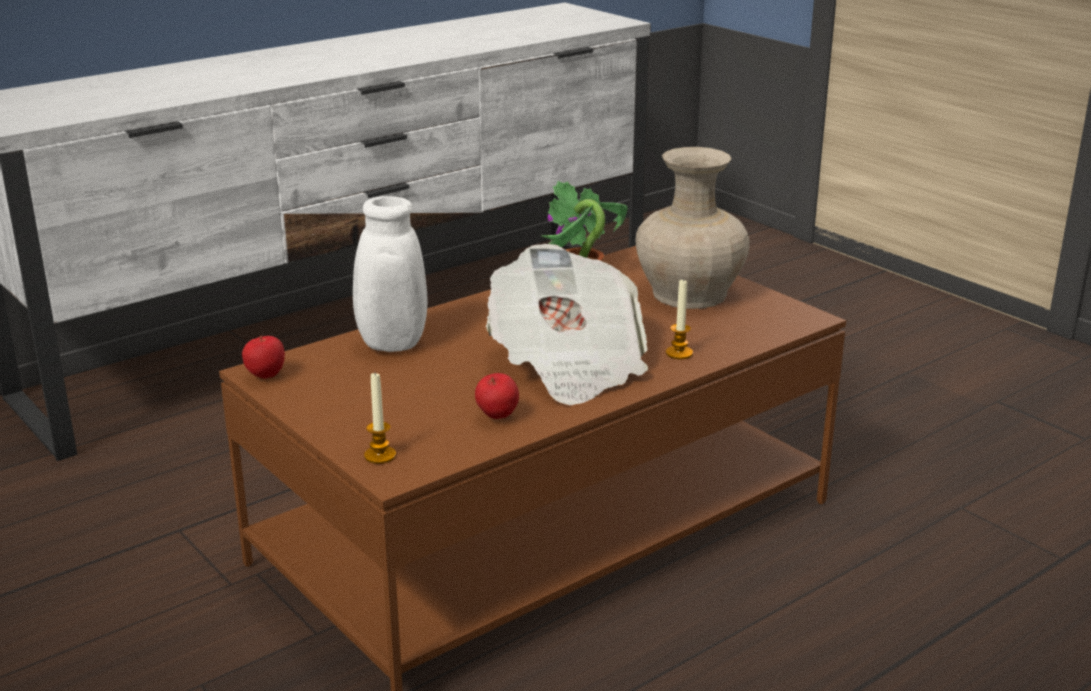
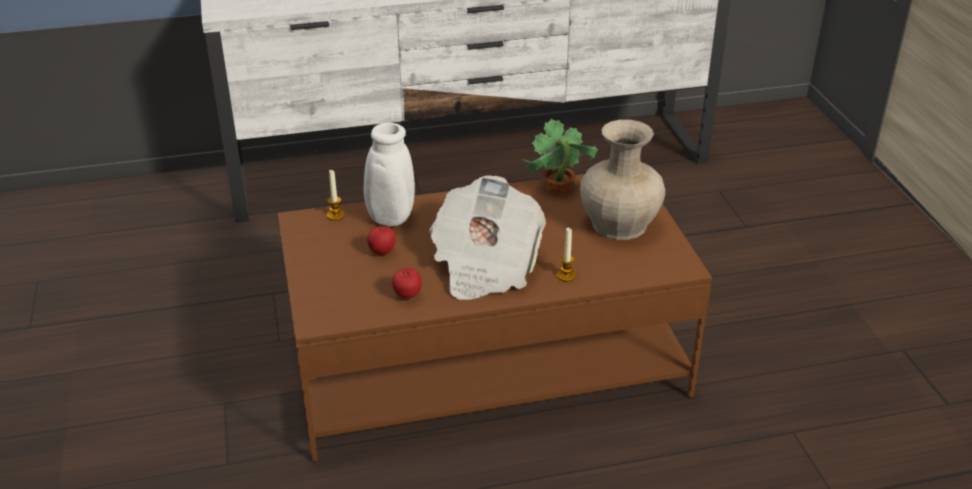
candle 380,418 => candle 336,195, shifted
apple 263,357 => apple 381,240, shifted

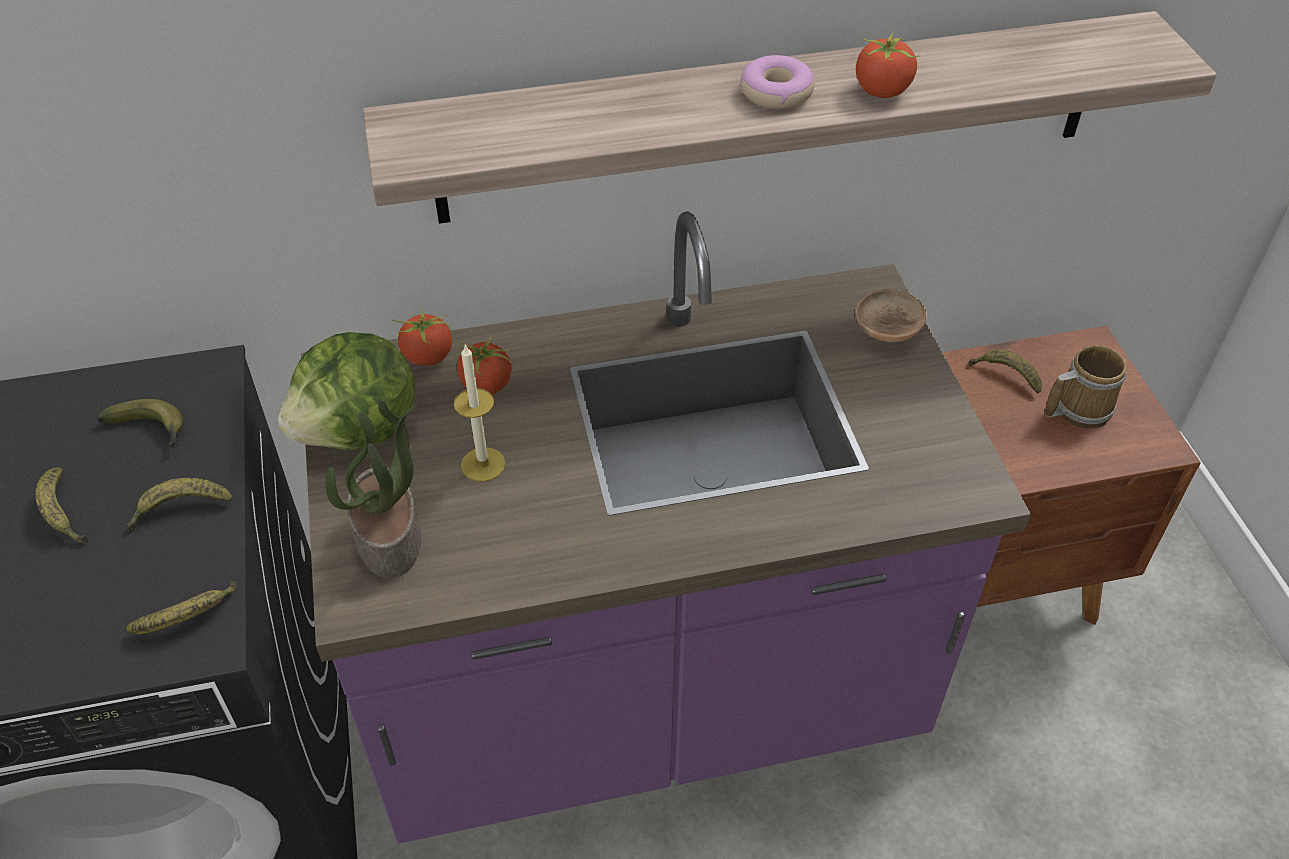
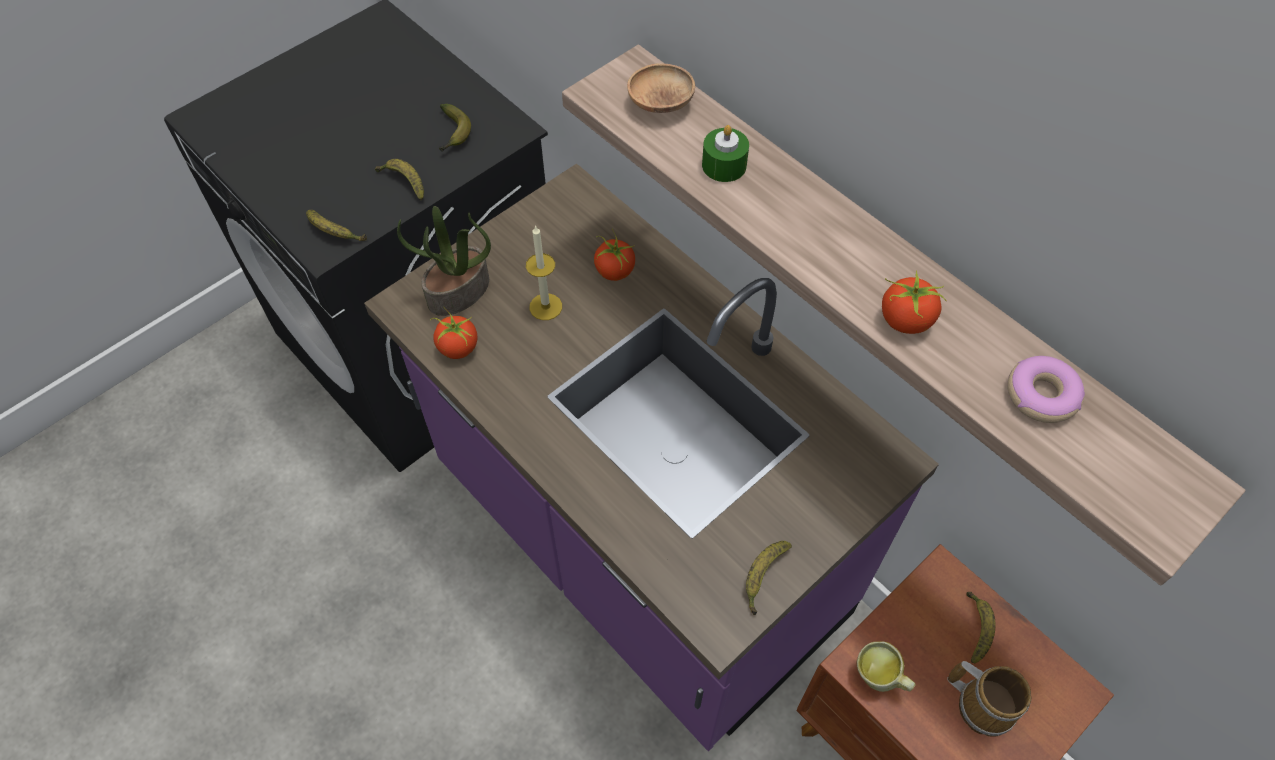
tomato 421,337 => tomato 453,333, shifted
brown bowl 891,315 => brown bowl 661,88, shifted
nothing => green candle 725,153
banana 61,506 => banana 769,578, shifted
nothing => mug 886,666
donut 777,82 => donut 1046,389, shifted
lettuce 346,391 => nothing

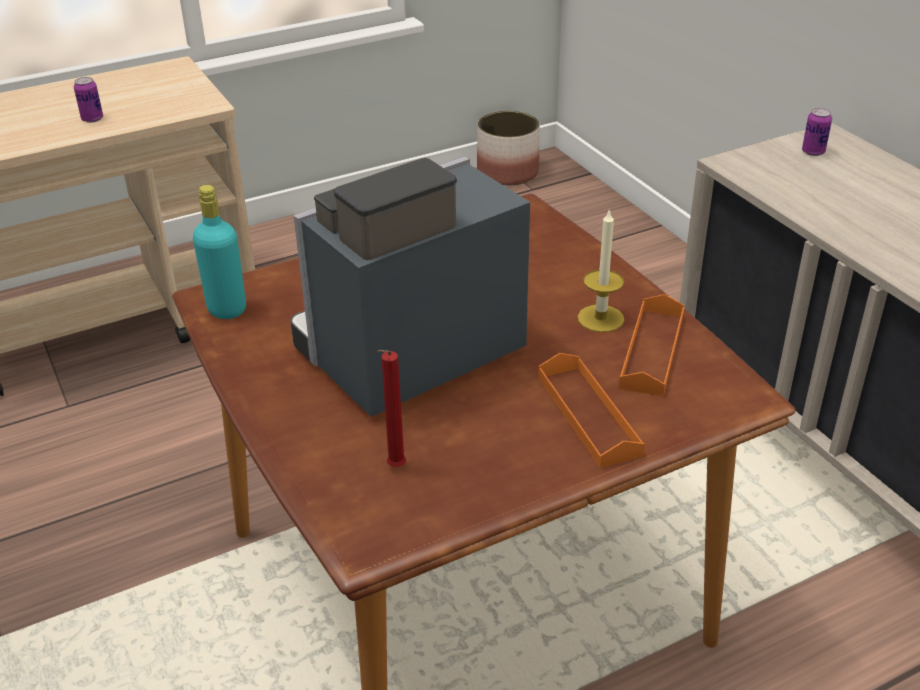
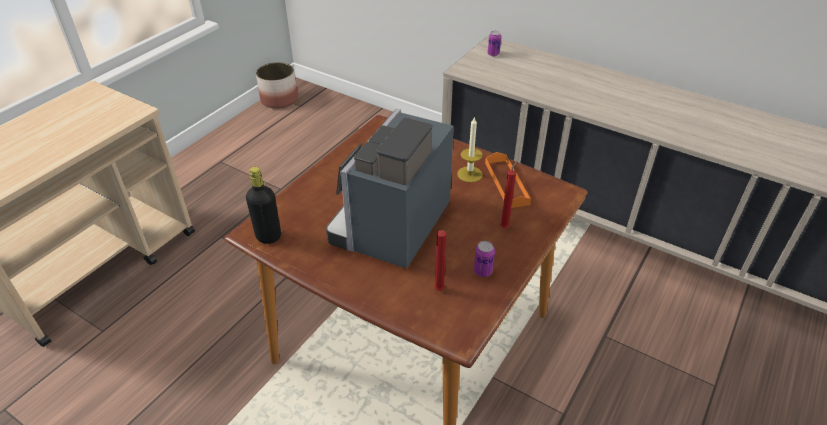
turquoise bottle 219,252 => black bottle 263,205
can 88,100 => can 484,259, shifted
orange tray 591,410 => red candle 508,194

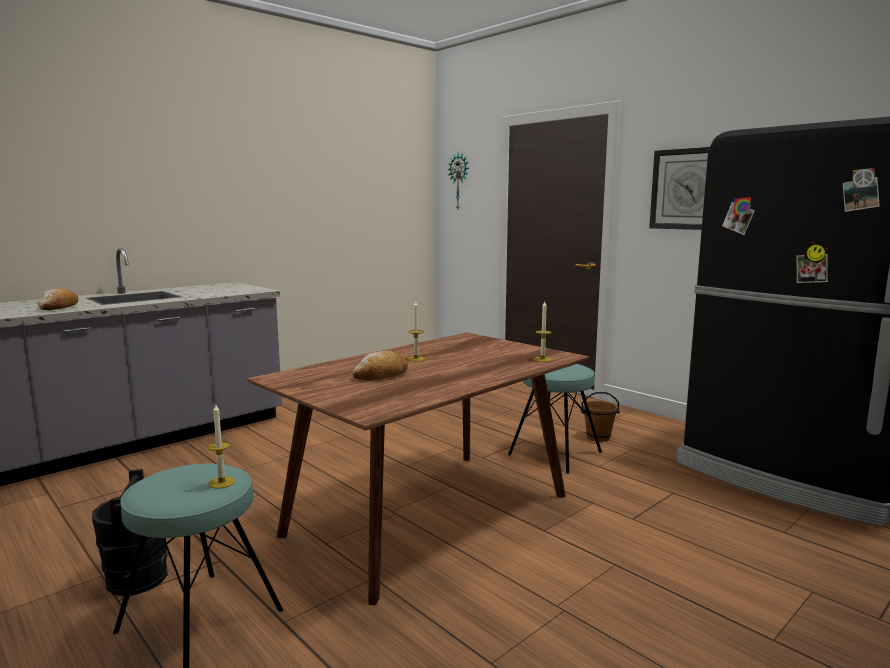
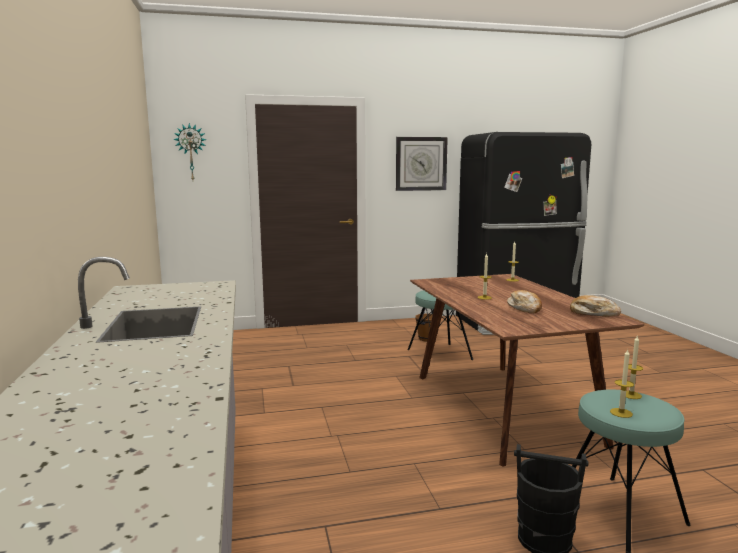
bread 58,299 => bread 595,306, shifted
nothing => candle 622,384

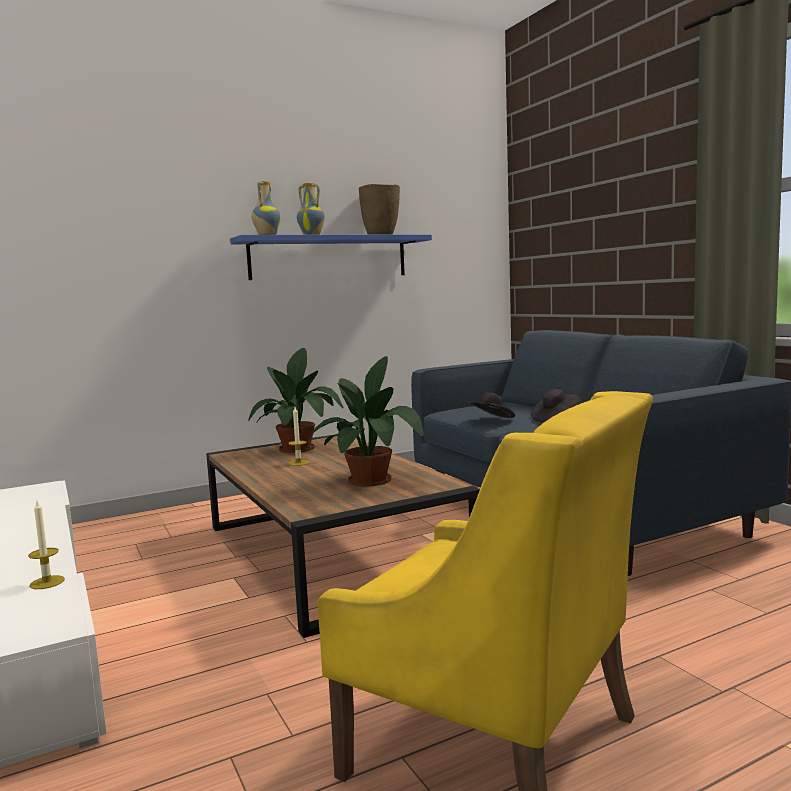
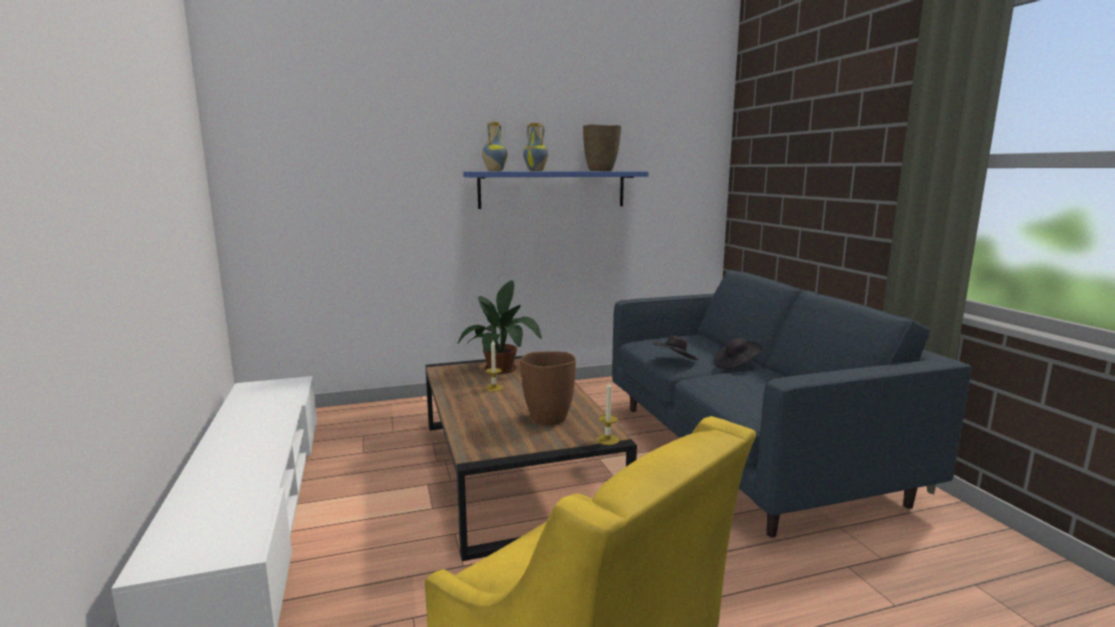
potted plant 365,421 => brown vase 548,388
candle 46,545 => candle 607,413, shifted

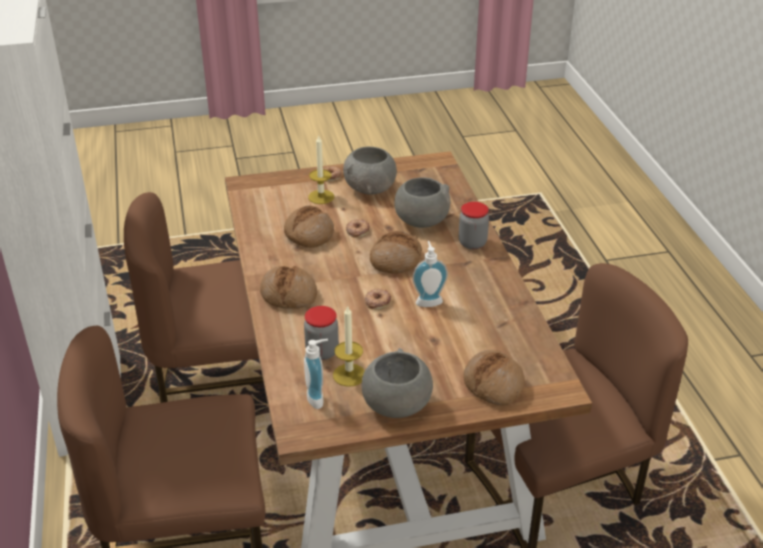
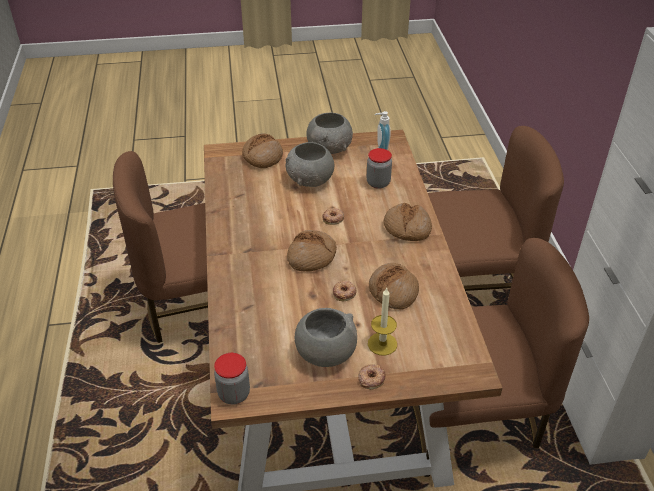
jar 474,225 => jar 232,379, shifted
grey bowl 422,202 => grey bowl 310,164, shifted
candle 349,346 => nothing
soap dispenser 430,274 => nothing

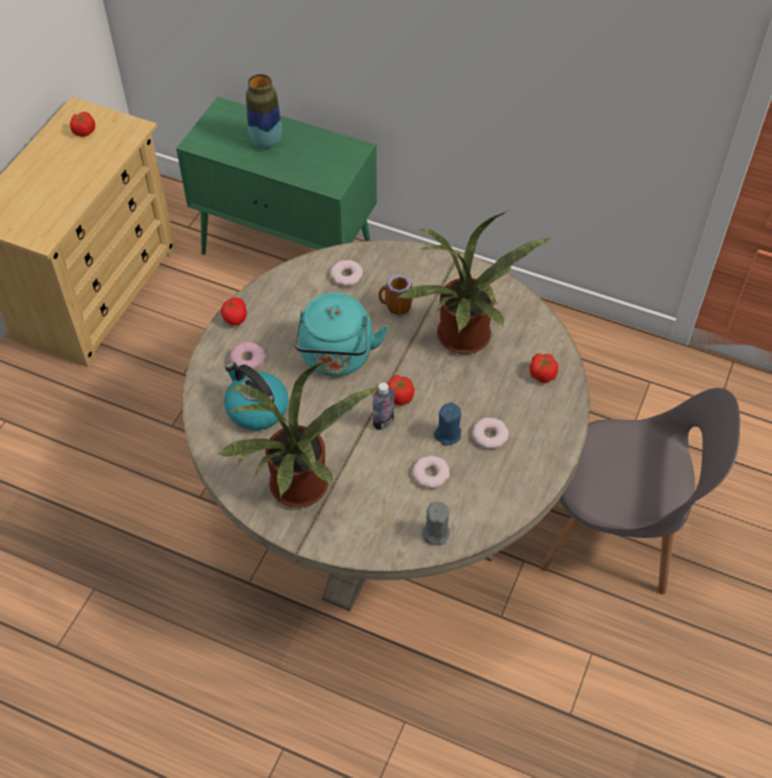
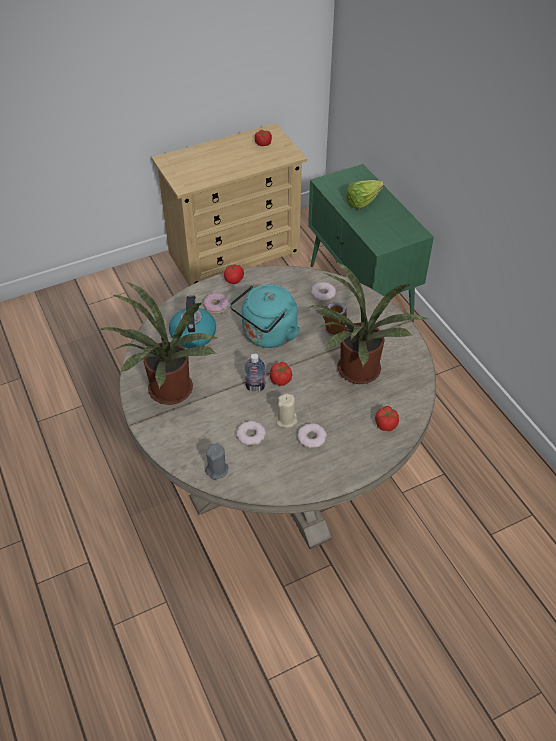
blue candle 447,424 => beige candle 287,411
vase 264,111 => lettuce 365,194
grey chair 640,491 => nothing

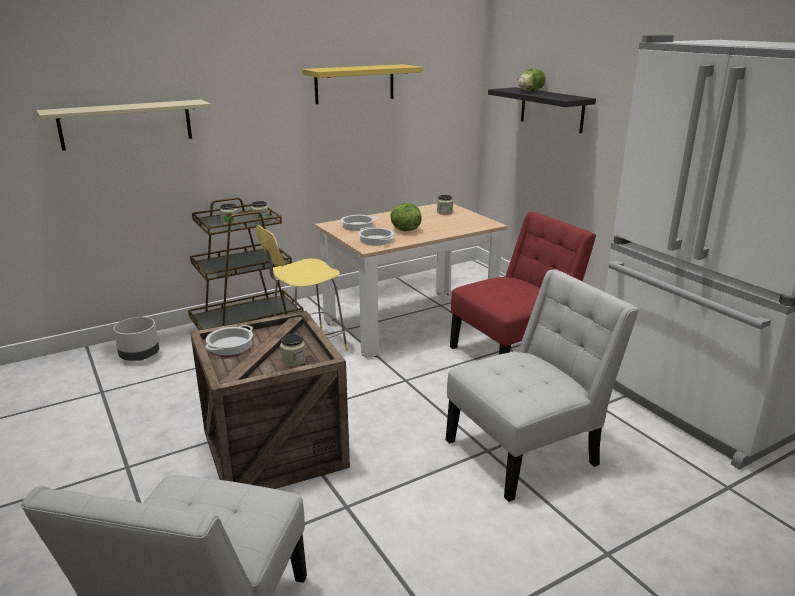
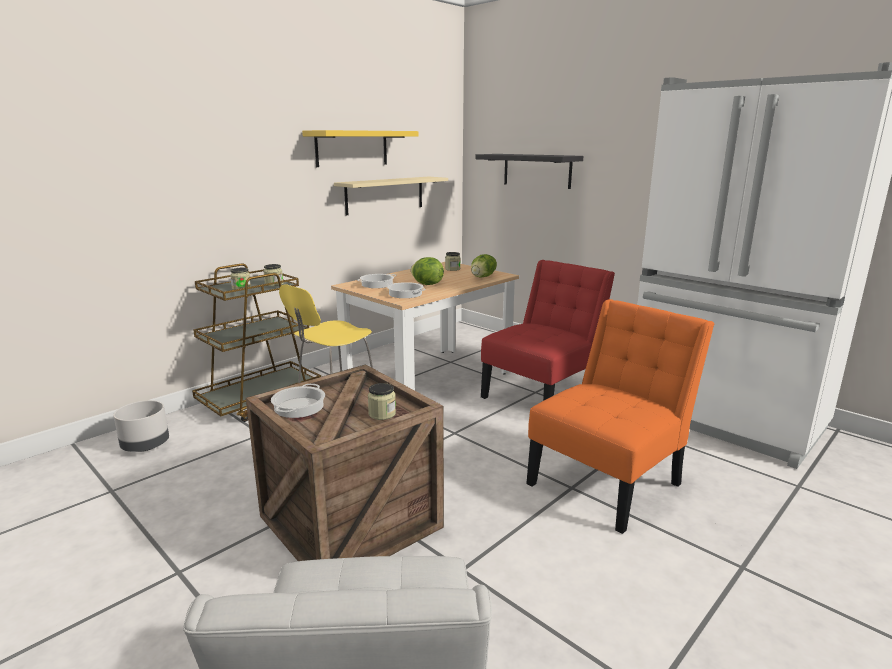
beige shelf 123,125 => beige shelf 391,196, shifted
lettuce 532,80 => lettuce 484,266, shifted
white chair 542,386 => orange chair 620,416

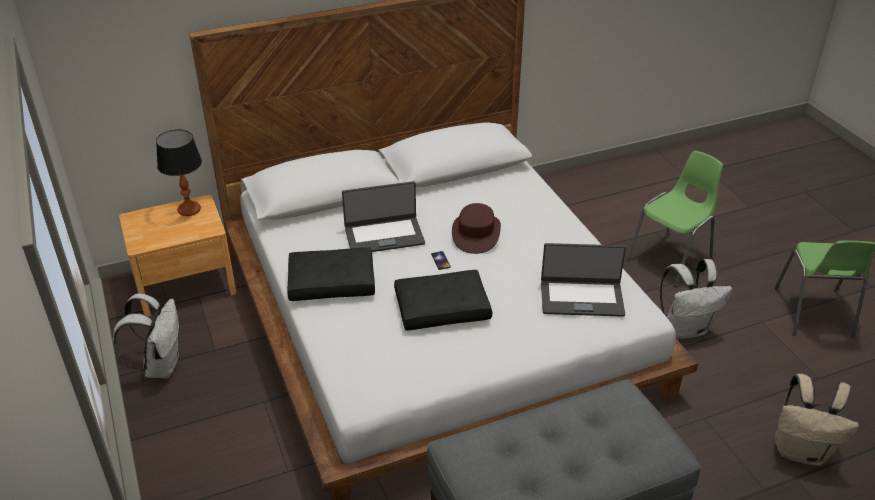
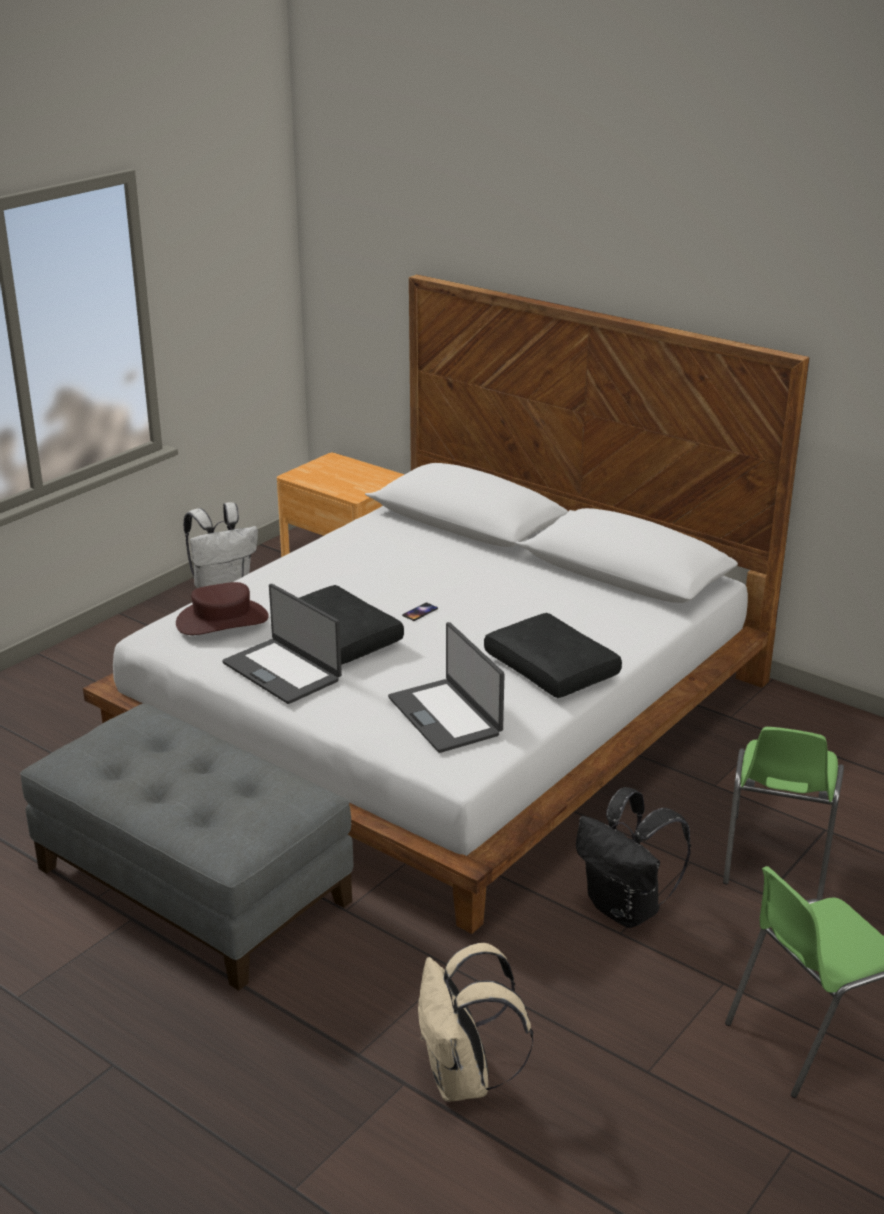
brown hat 476,228 => brown hat 222,608, shifted
laptop 383,216 => laptop 282,644, shifted
black pillow 331,274 => black pillow 553,655, shifted
white backpack 696,299 => black backpack 633,857
green chair 675,219 => green chair 783,813, 90 degrees clockwise
table lamp 179,173 => nothing

